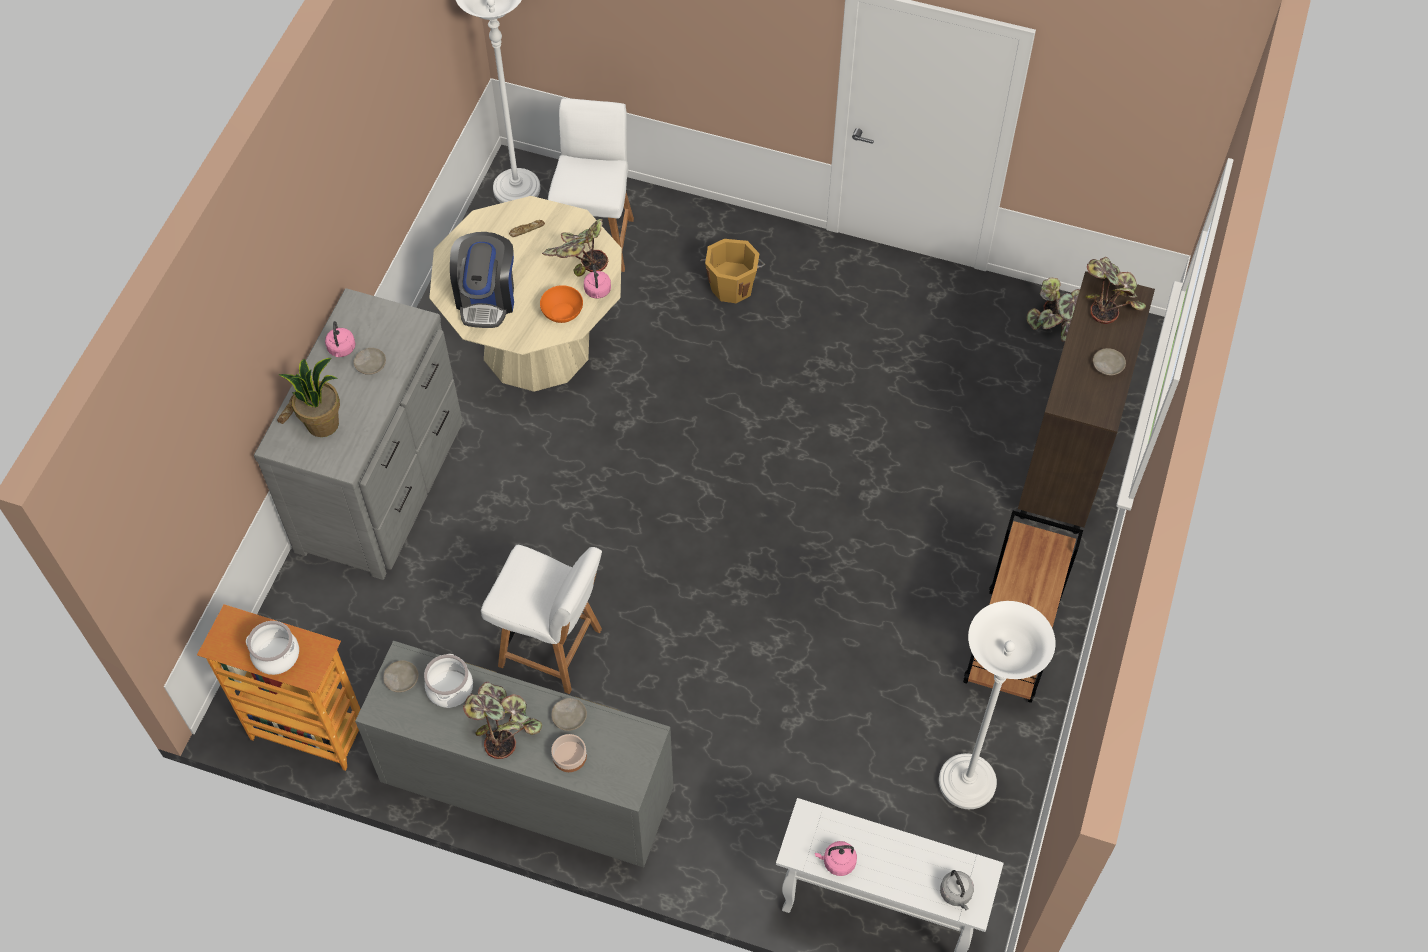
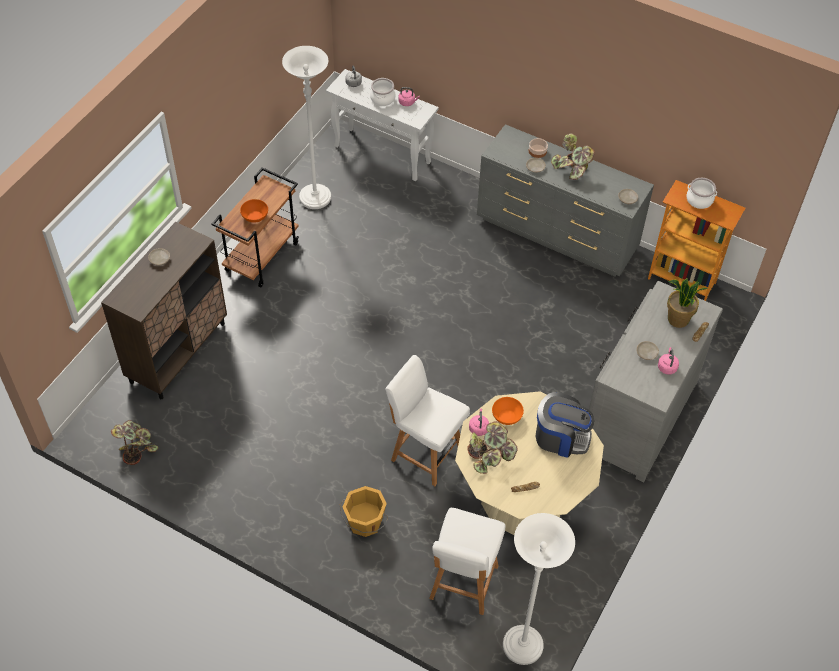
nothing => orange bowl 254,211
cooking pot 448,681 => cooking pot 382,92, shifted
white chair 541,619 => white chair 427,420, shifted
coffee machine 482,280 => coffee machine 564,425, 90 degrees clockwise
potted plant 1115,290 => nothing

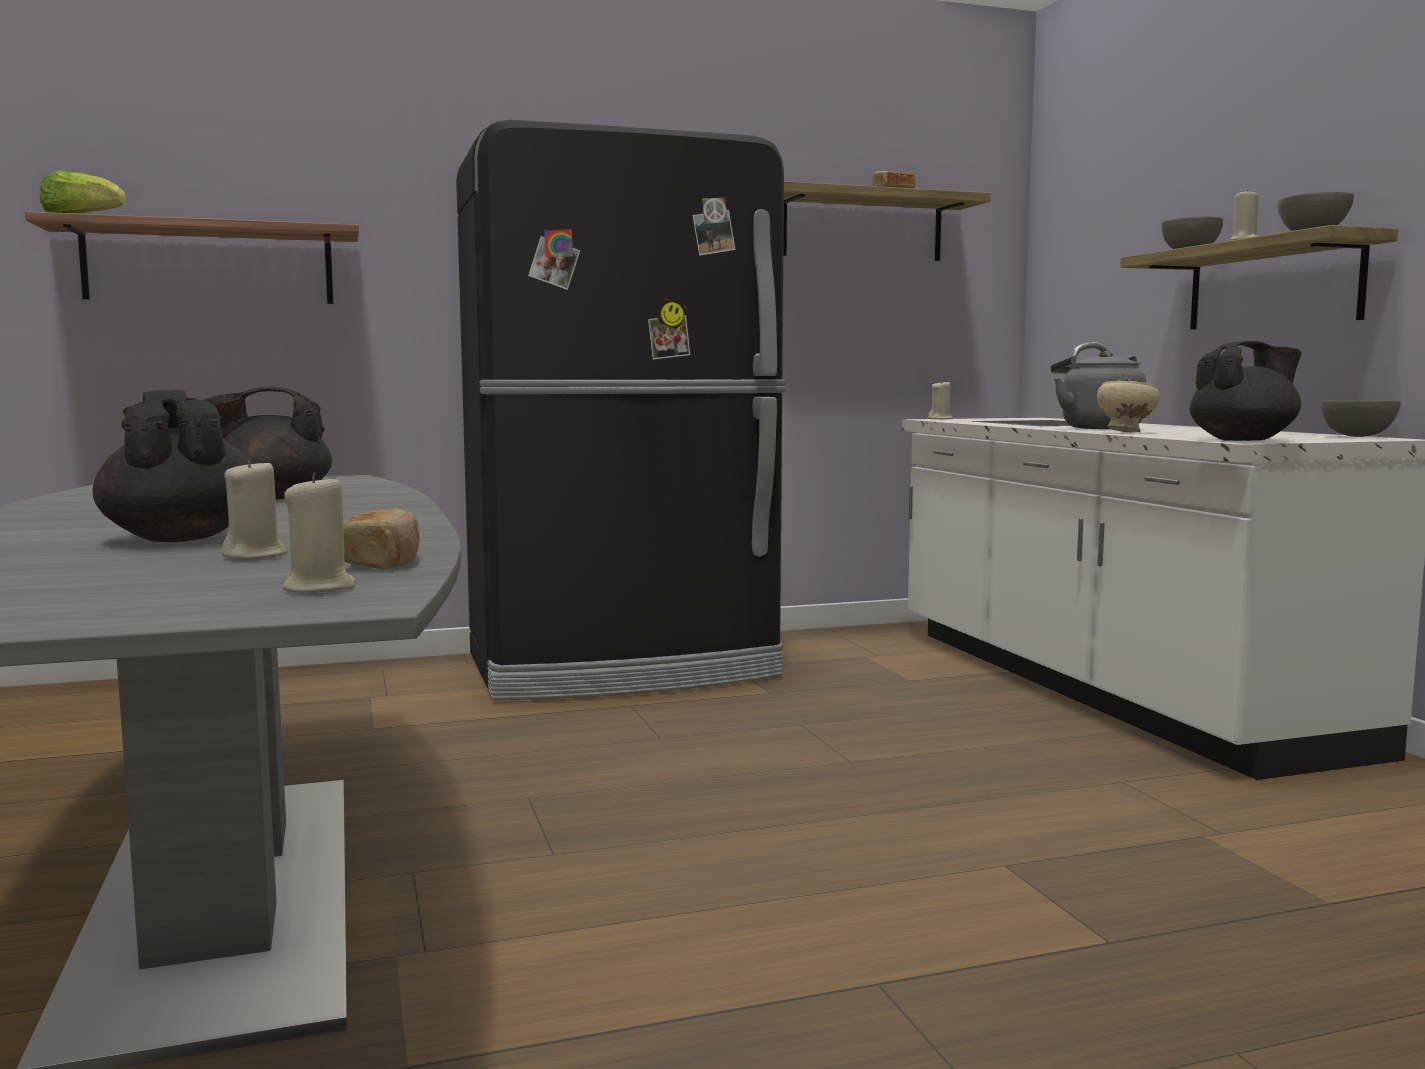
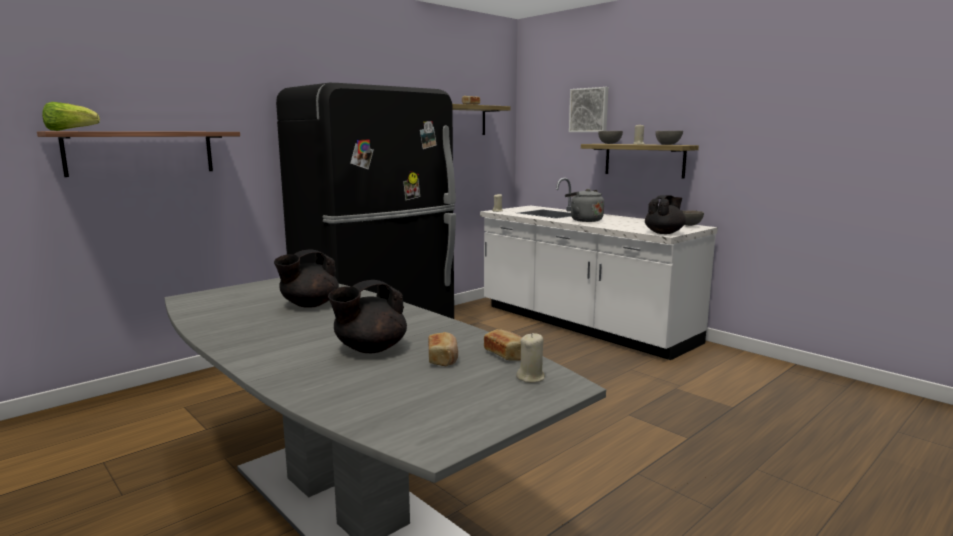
black teapot 172,466 => black teapot 367,316, 75 degrees counterclockwise
beige candle 254,508 => bread 443,349
nothing => picture 588,109
beige bowl 1128,406 => nothing

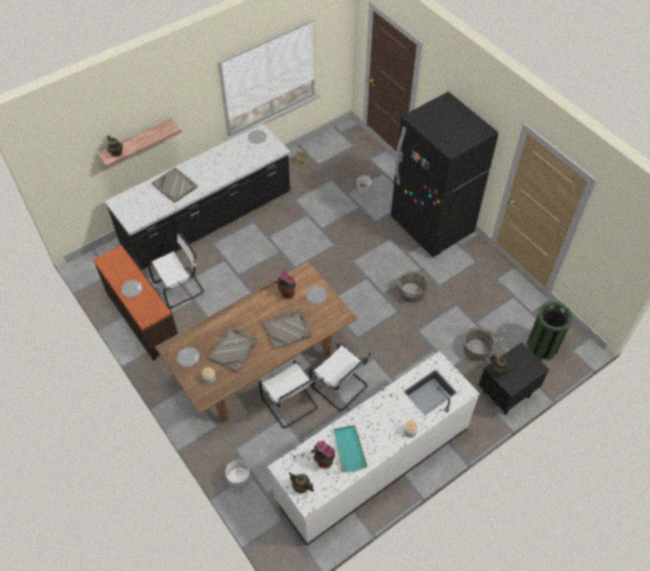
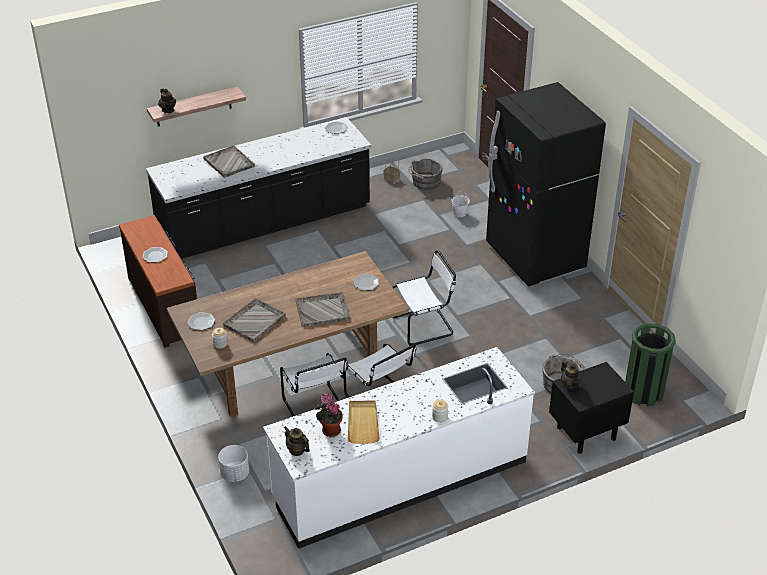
turquoise tray 350,448 => beige tray 364,422
white chair 176,270 => white chair 424,298, shifted
grey bucket 412,287 => grey bucket 425,174, shifted
potted plant 285,285 => nothing

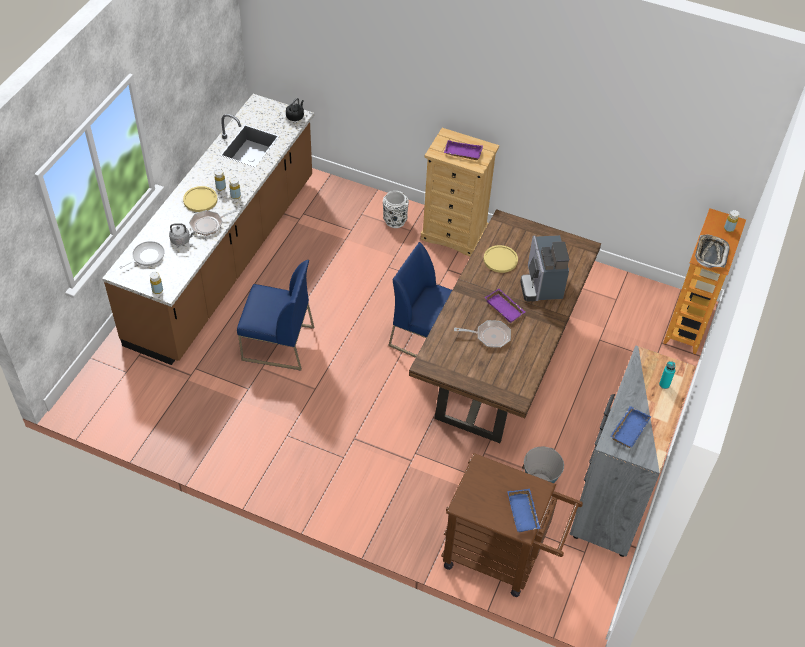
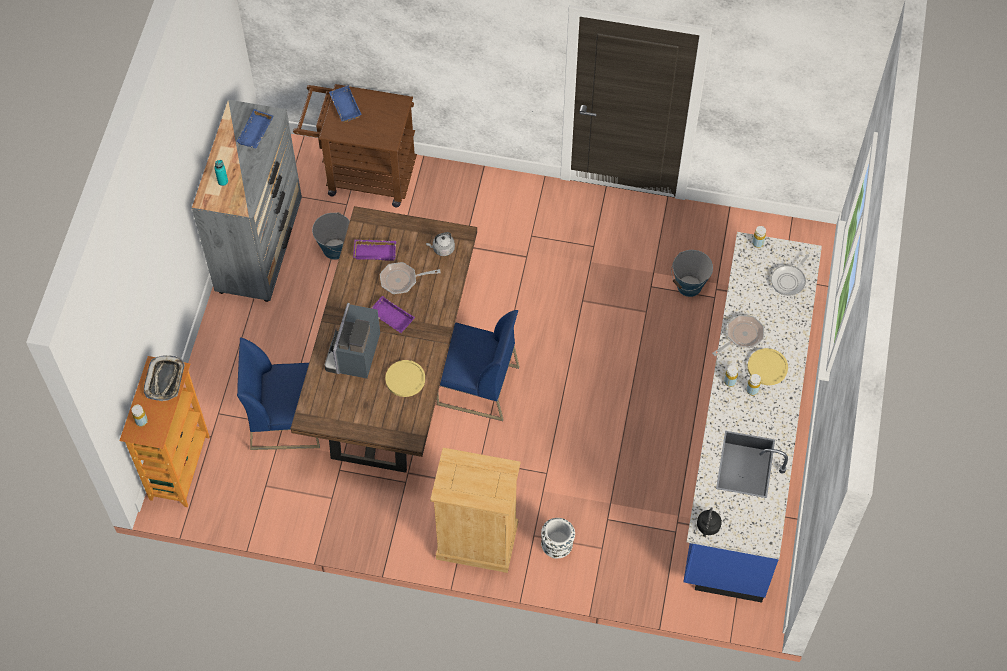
blue chair 275,315 => blue chair 278,393, shifted
coffee machine 544,268 => coffee machine 352,341, 150 degrees counterclockwise
purple tray 463,150 => purple tray 374,250, shifted
grey kettle 182,234 => grey kettle 440,244, shifted
nothing => bucket 692,273
brown counter 208,229 => blue counter 752,417

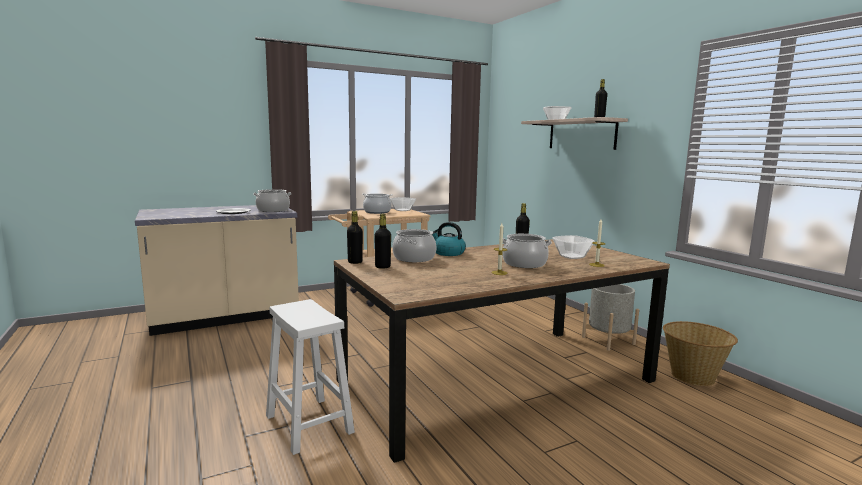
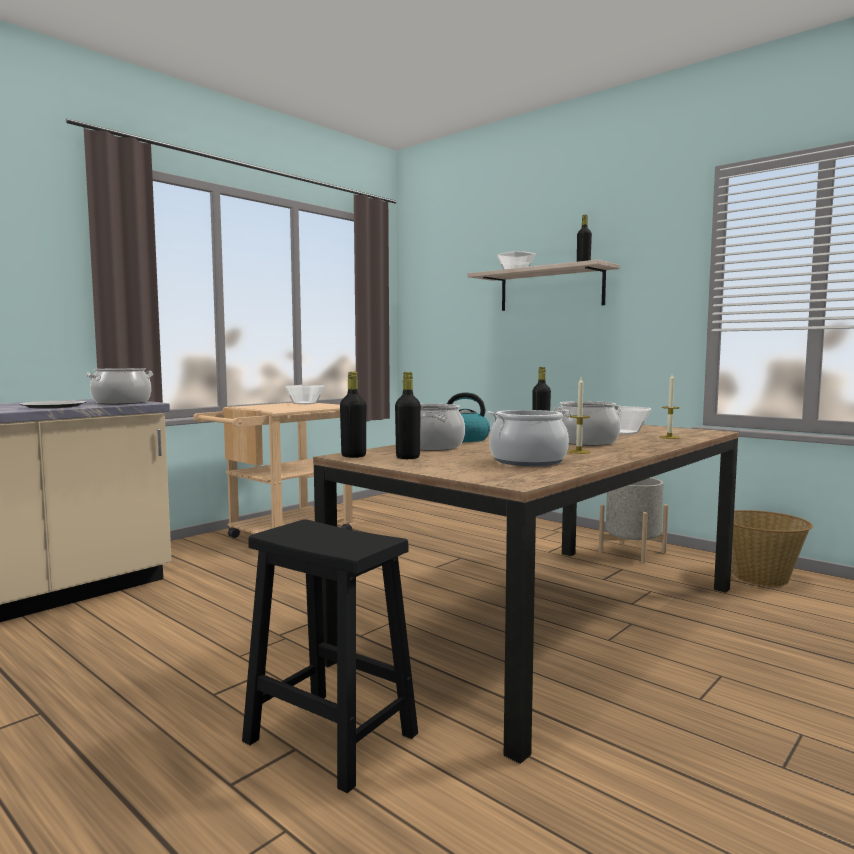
white stool 310,377 => black stool 330,656
cooking pot 377,203 => cooking pot 529,438, shifted

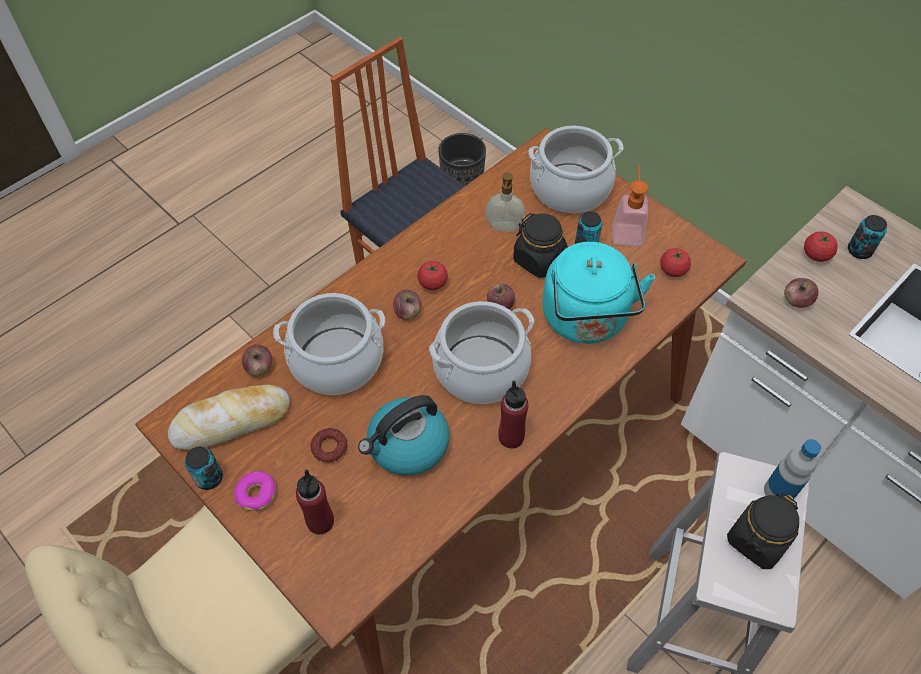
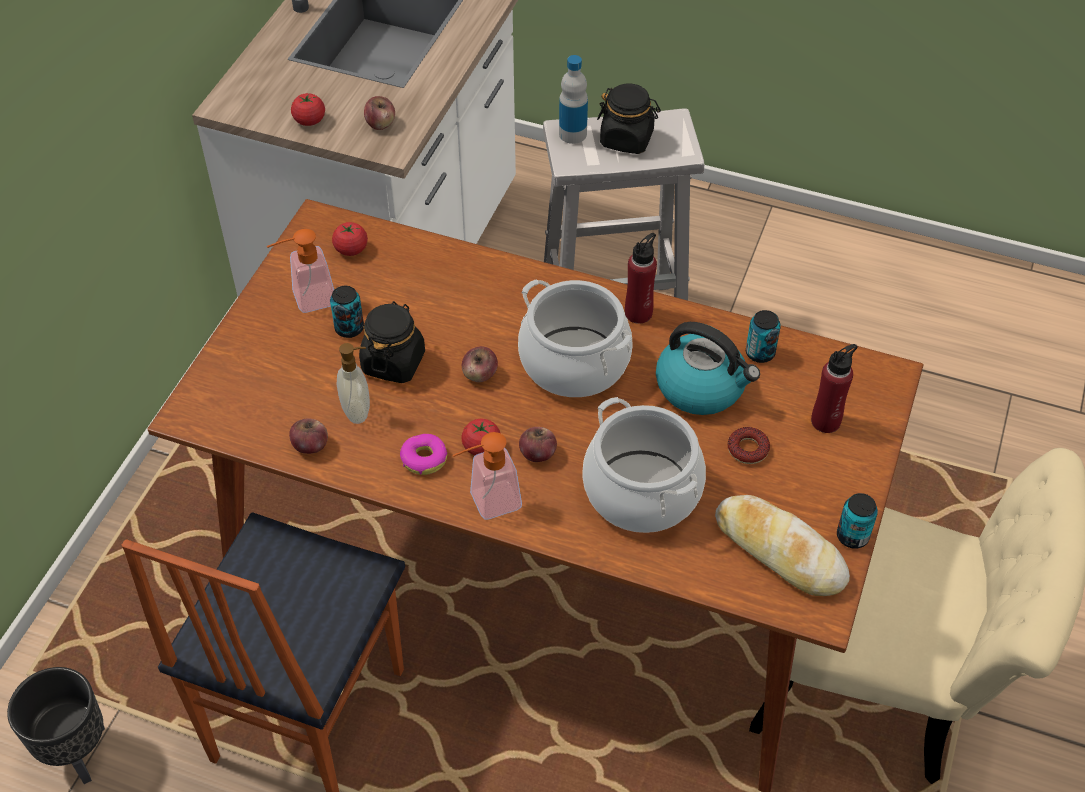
apple 257,360 => apple 308,436, shifted
donut 255,491 => donut 423,454, shifted
nothing => soap dispenser 487,476
can 867,237 => can 763,336, shifted
cooking pot 576,169 => nothing
turquoise kettle 598,293 => nothing

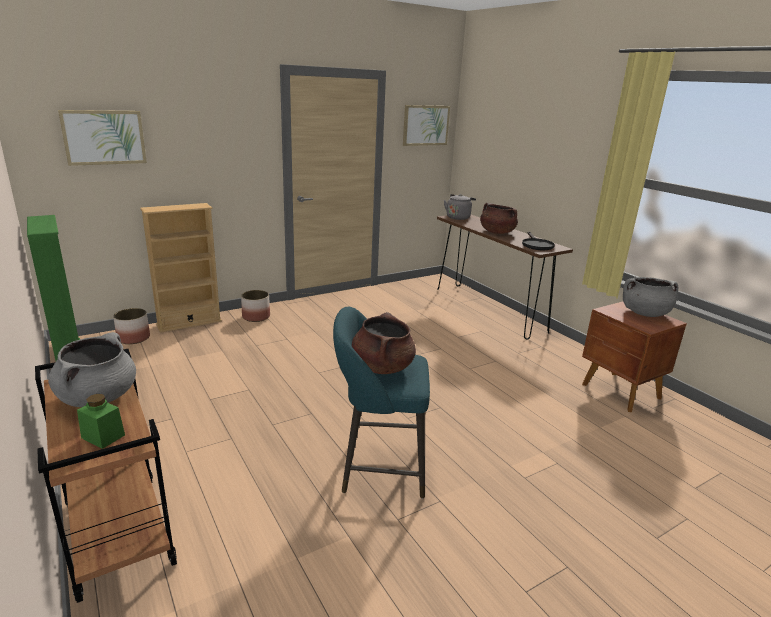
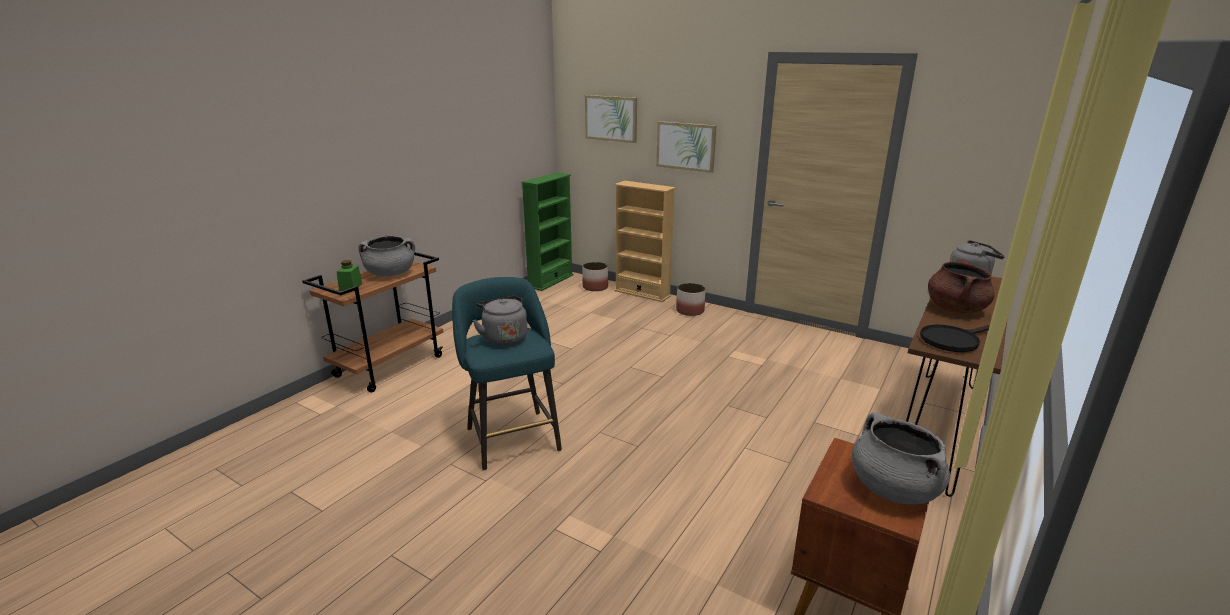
brown cooking pot 384,343 => grey kettle 500,321
picture 426,125 => picture 686,147, shifted

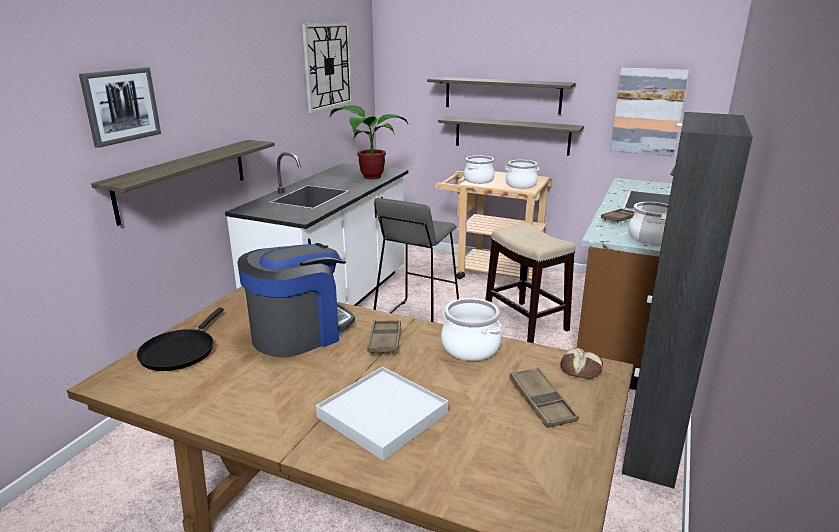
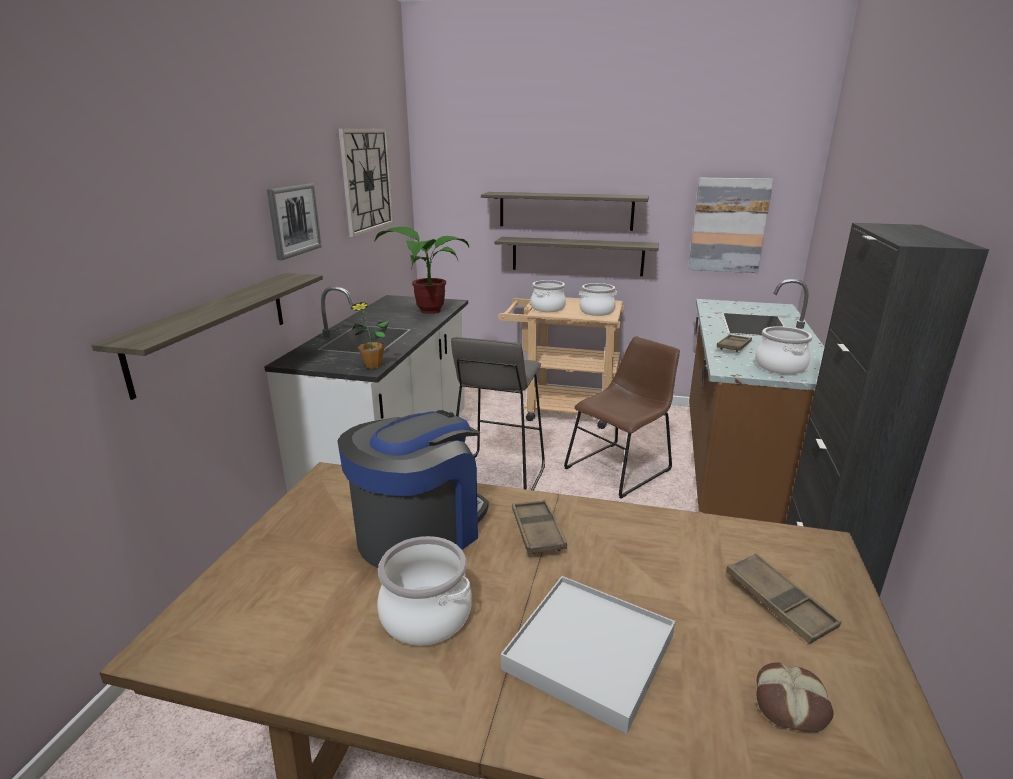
picture 120,107 => picture 294,221, shifted
nothing => potted plant 370,335
cooking pot 471,329 => cooking pot 424,591, shifted
stool 531,283 => brown chair 622,418
bread 582,363 => bread 795,697, shifted
black frying pan 180,339 => nothing

